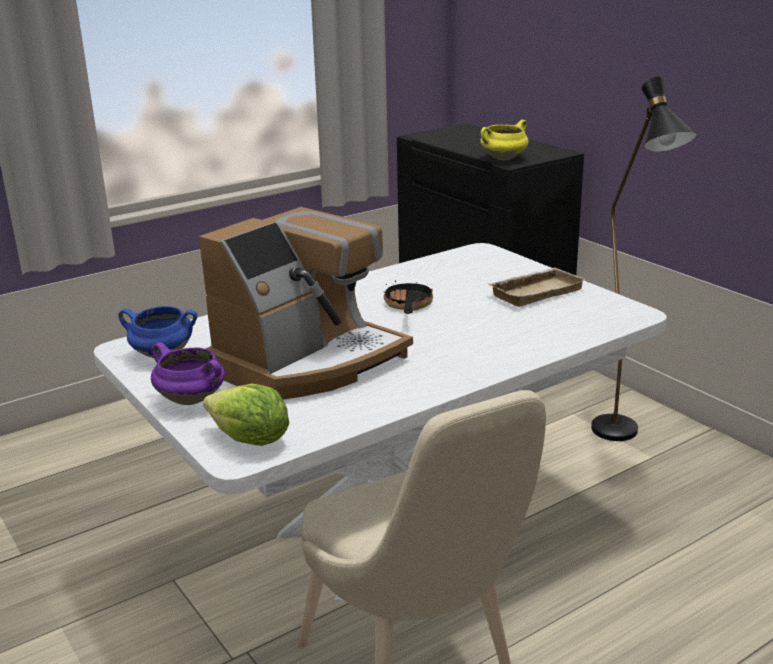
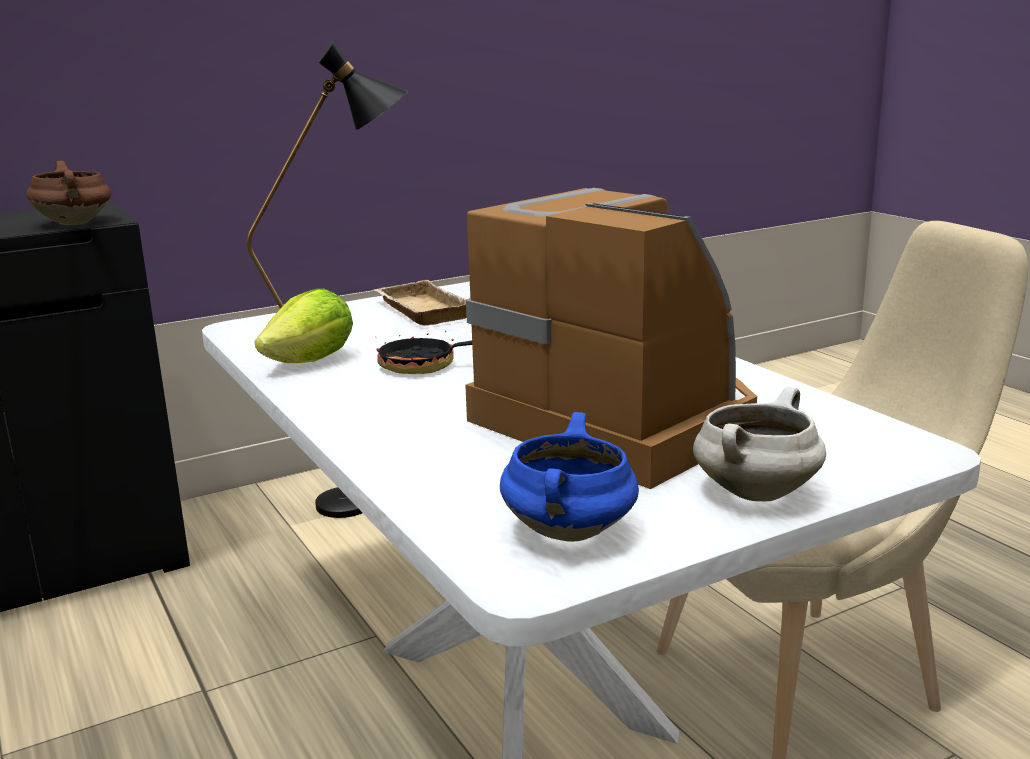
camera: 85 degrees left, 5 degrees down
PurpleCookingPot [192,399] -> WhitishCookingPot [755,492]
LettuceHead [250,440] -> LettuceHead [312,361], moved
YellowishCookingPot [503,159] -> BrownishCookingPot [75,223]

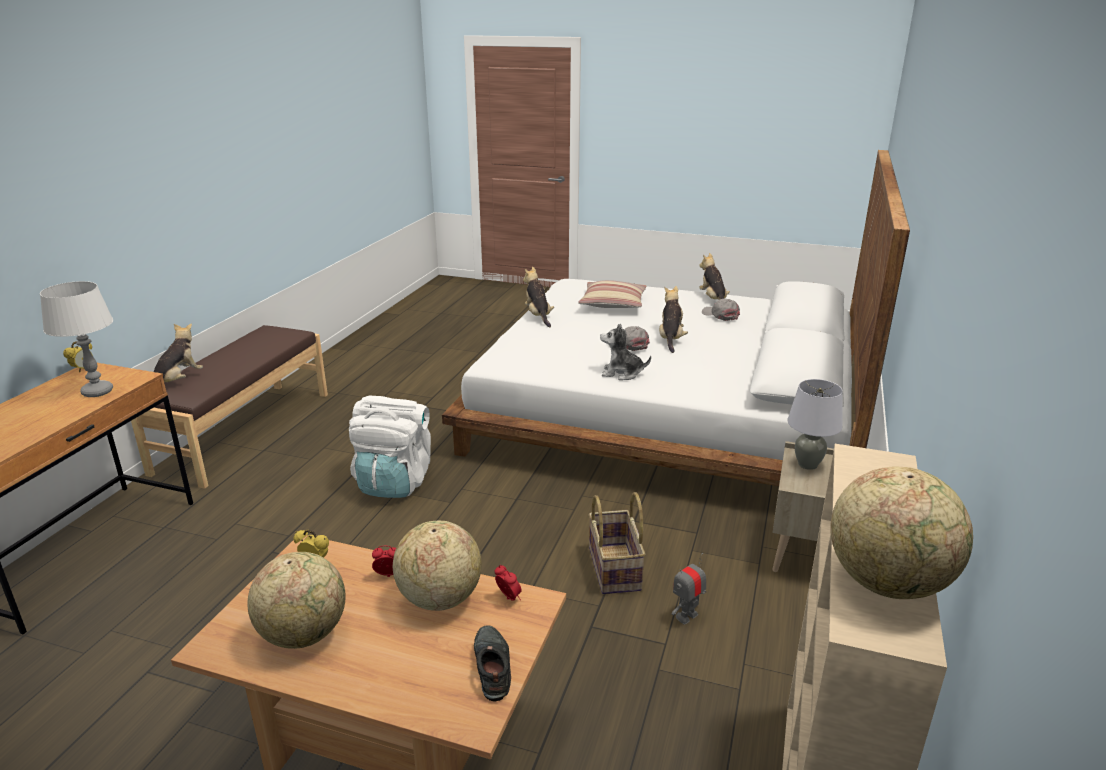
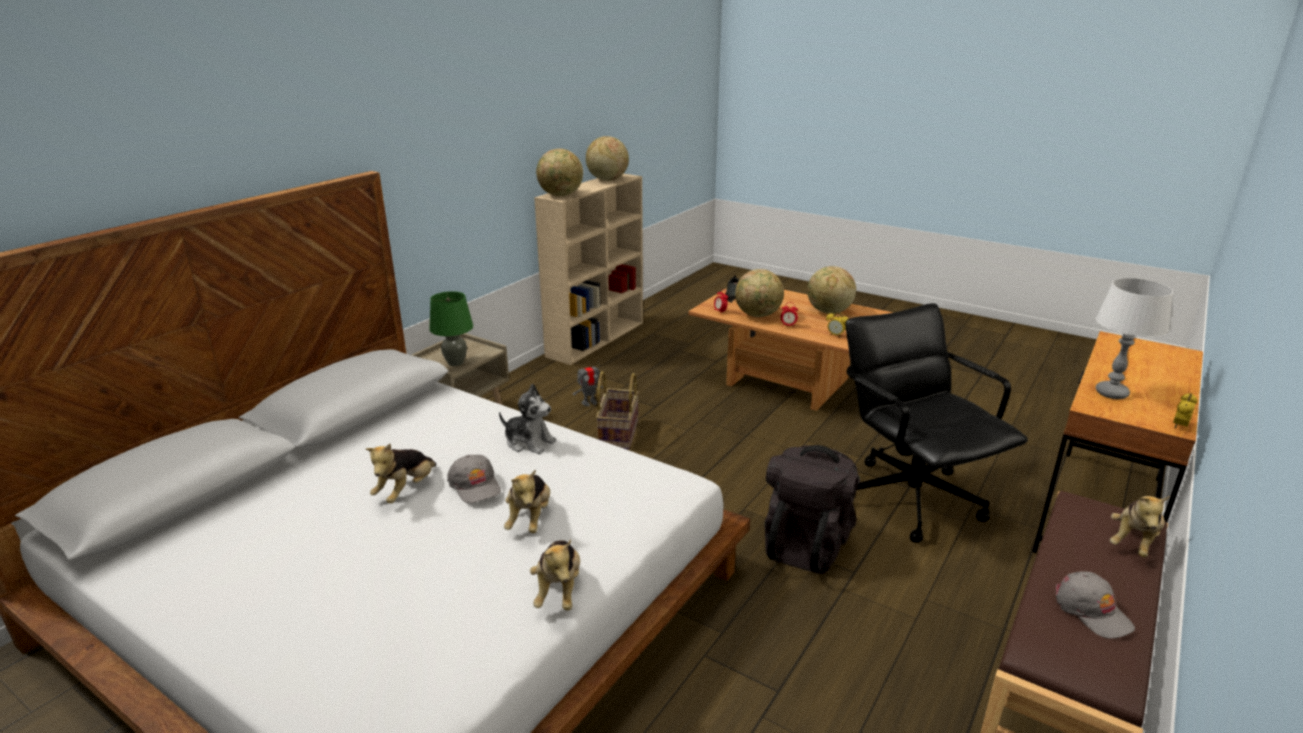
camera: 165 degrees left, 0 degrees up
WhitishRucksack [394,481] -> BlackRucksack [806,544]
ThrowPillow [613,303] -> none
PlushToy [713,300] -> PlushToy [530,519], moved
GrayCap [720,315] -> GrayCap [1091,611], moved
GrayLampForATable [807,464] -> GreenLampForATable [455,363]
none -> Globe [561,195]
none -> BlackComputerChair [911,498]

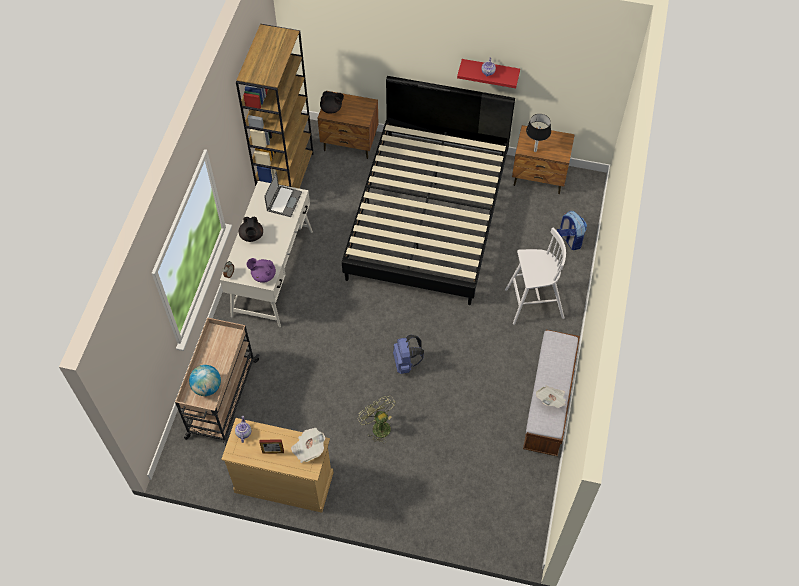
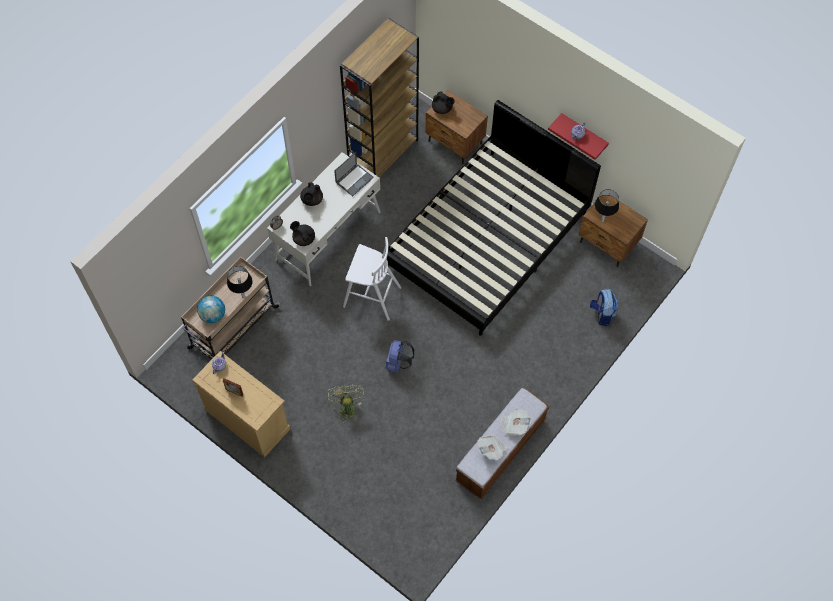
camera: 25 degrees right, 5 degrees up
PurpleTeaPot [263,275] -> BlackTeaPot [303,238]
DailyPaper [308,449] -> DailyPaper [514,425], moved
WhitishStoolSeat [533,304] -> WhitishStoolSeat [371,297], moved
none -> BlackLampForATable [243,296]

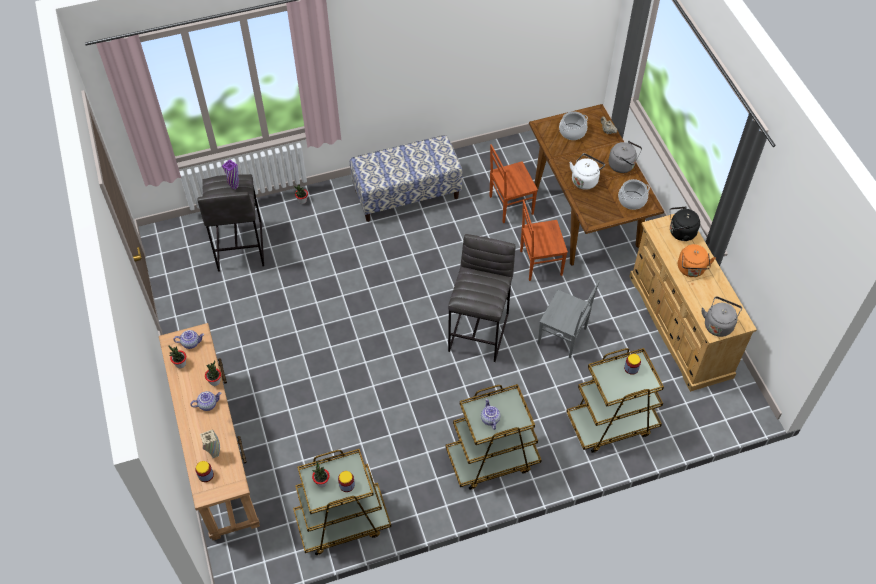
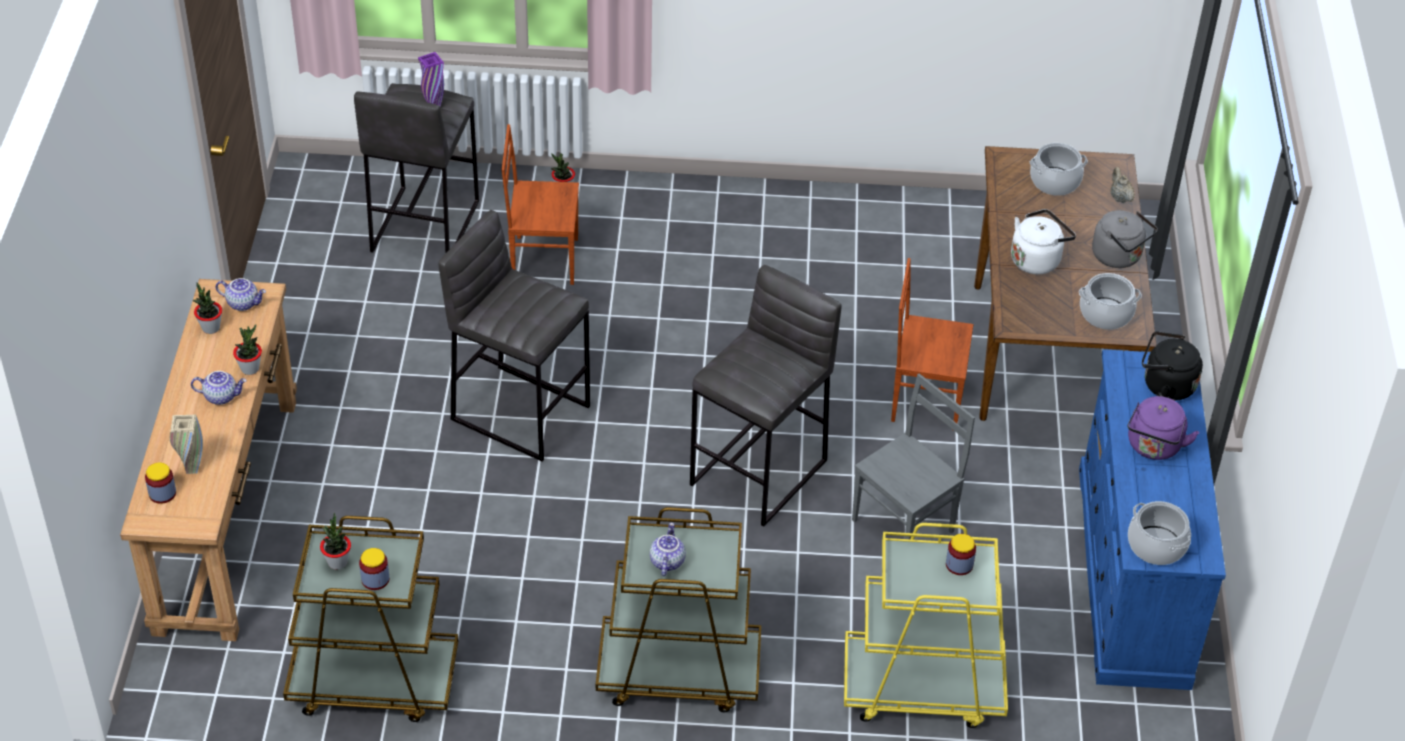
camera: 20 degrees right, 10 degrees down
LongSeat [407,194] -> none
BrownishChair [510,205] -> BrownishChair [543,259], moved
GrayChair [562,337] -> GrayChair [905,525], 90 degrees counterclockwise
BrownishTrolley [611,423] -> YellowishTrolley [922,687]
BeigeDresser [680,326] -> BlueColouredDresser [1133,576]
OrangeColouredWaterKettle [691,270] -> PurpleWaterKettle [1153,447]
GrayWaterKettle [718,324] -> CookingPot [1157,545]
none -> GrayStoolSeat [520,411]

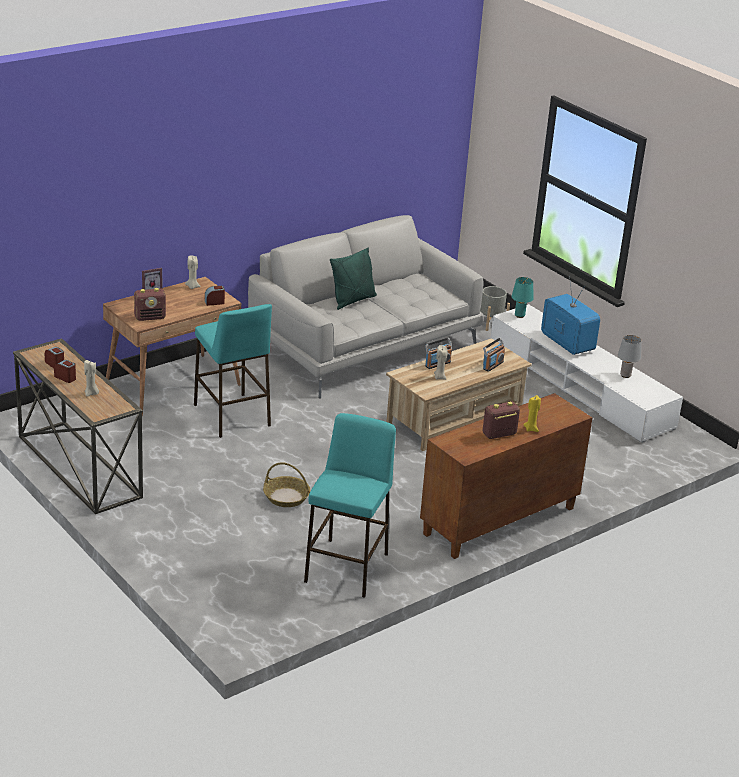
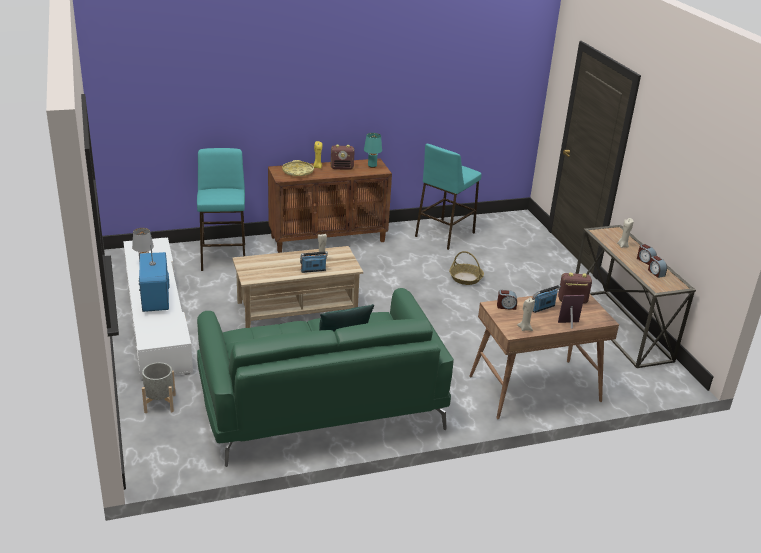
camera: 160 degrees left, 0 degrees up
TurquoiseStoolSeat [232,415] -> TurquoiseStoolSeat [223,257], moved
GrayCouch [364,343] -> GreenCouch [319,403]
RadioReceiver [492,365] -> RadioReceiver [542,308], moved
TurquoiseLampForATable [520,315] -> TurquoiseLampForATable [372,166], moved
none -> YellowishServingTray [297,172]

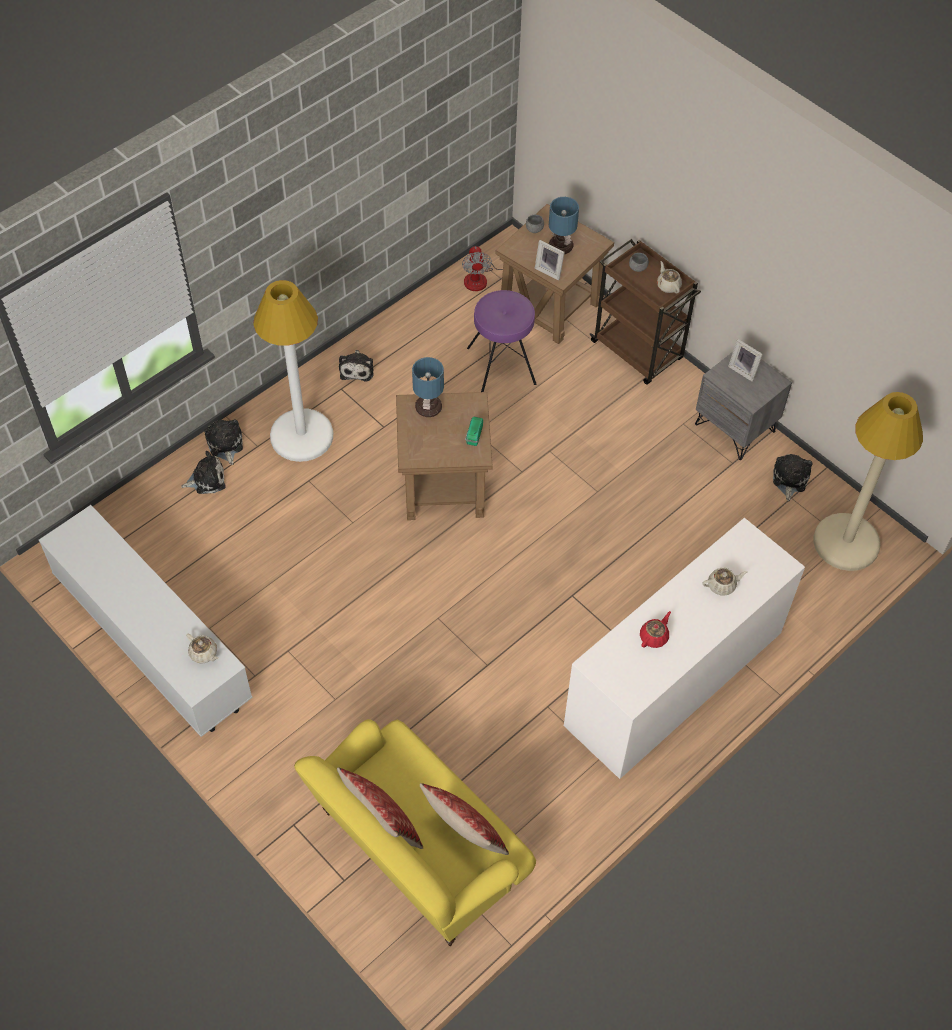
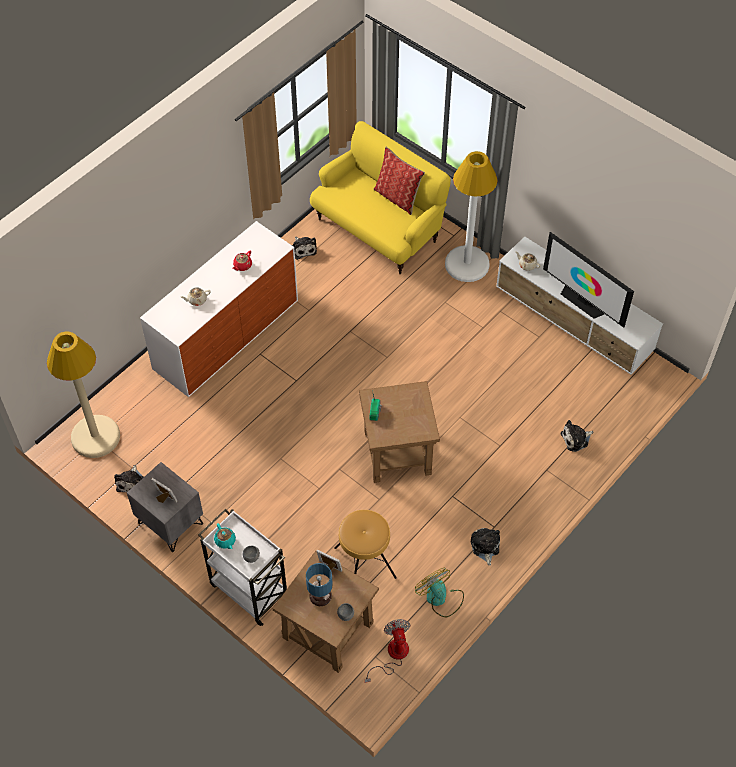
camera: 175 degrees right, 0 degrees up
PlushToy [225,445] -> PlushToy [303,249], moved
WhitishStandingLamp [302,436] -> WhitishStandingLamp [467,264], moved
LampForATable [428,407] -> none
ThrowPillow [465,835] -> none
PurpleStoolSeat [502,365] -> BrownishStoolSeat [364,563]
BrownishTrolley [638,351] -> WhitishTrolley [248,589]
BeigeTeaPot [668,285] -> TurquoiseTeaPot [225,541]
none -> Fan [440,598]
none -> Tv [583,301]

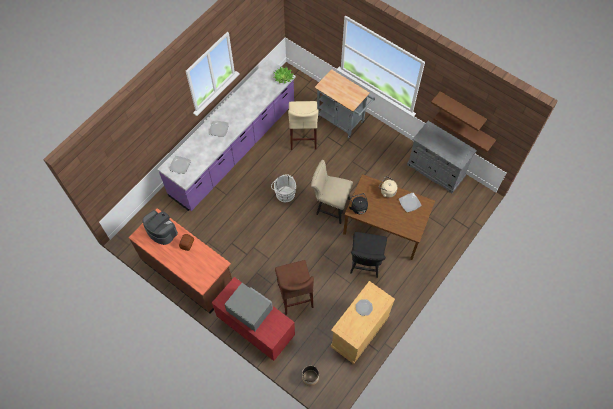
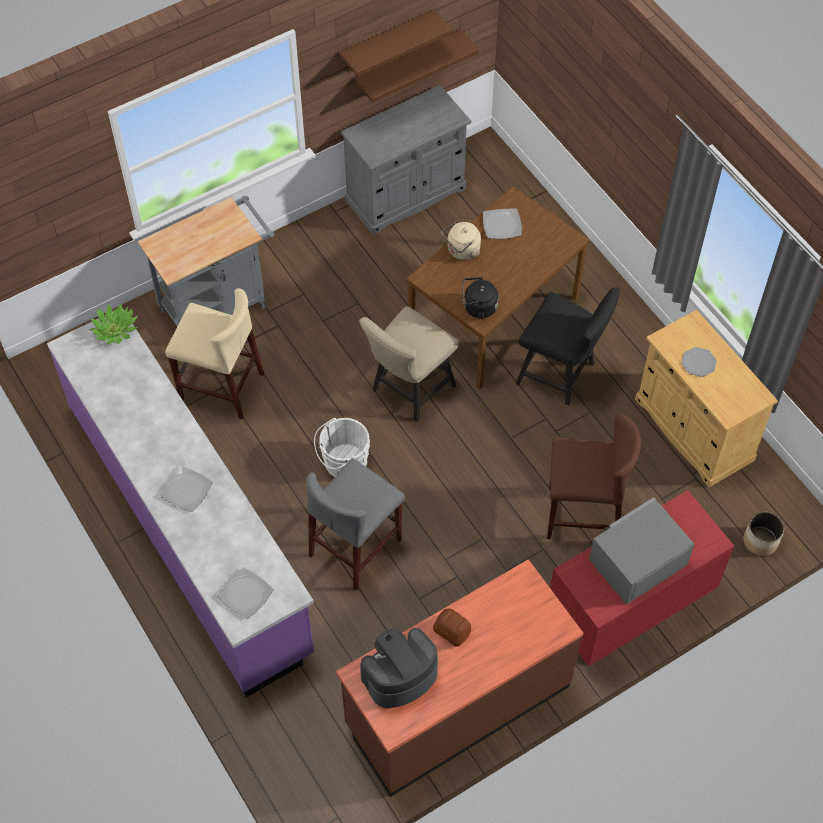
camera: 70 degrees left, 5 degrees down
none -> GrayStoolSeat [356,547]

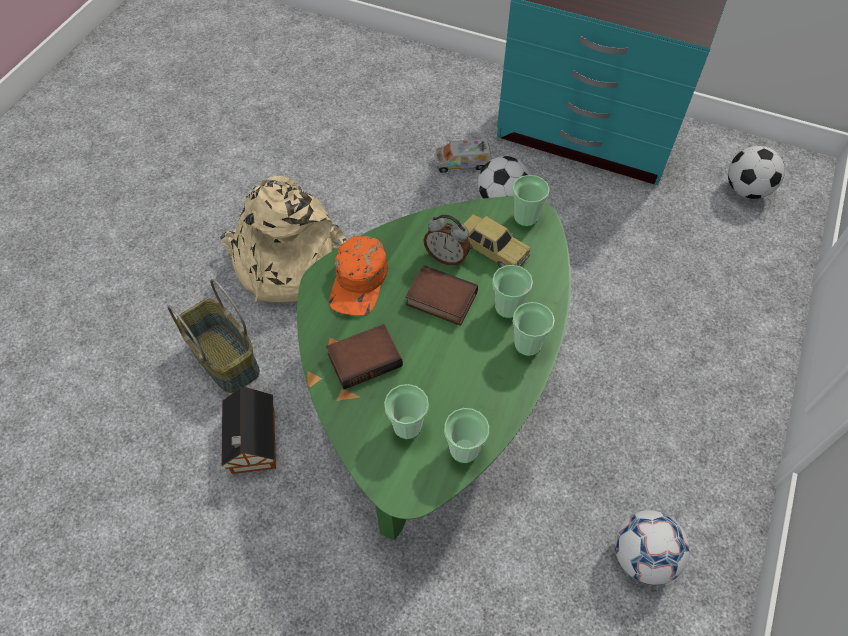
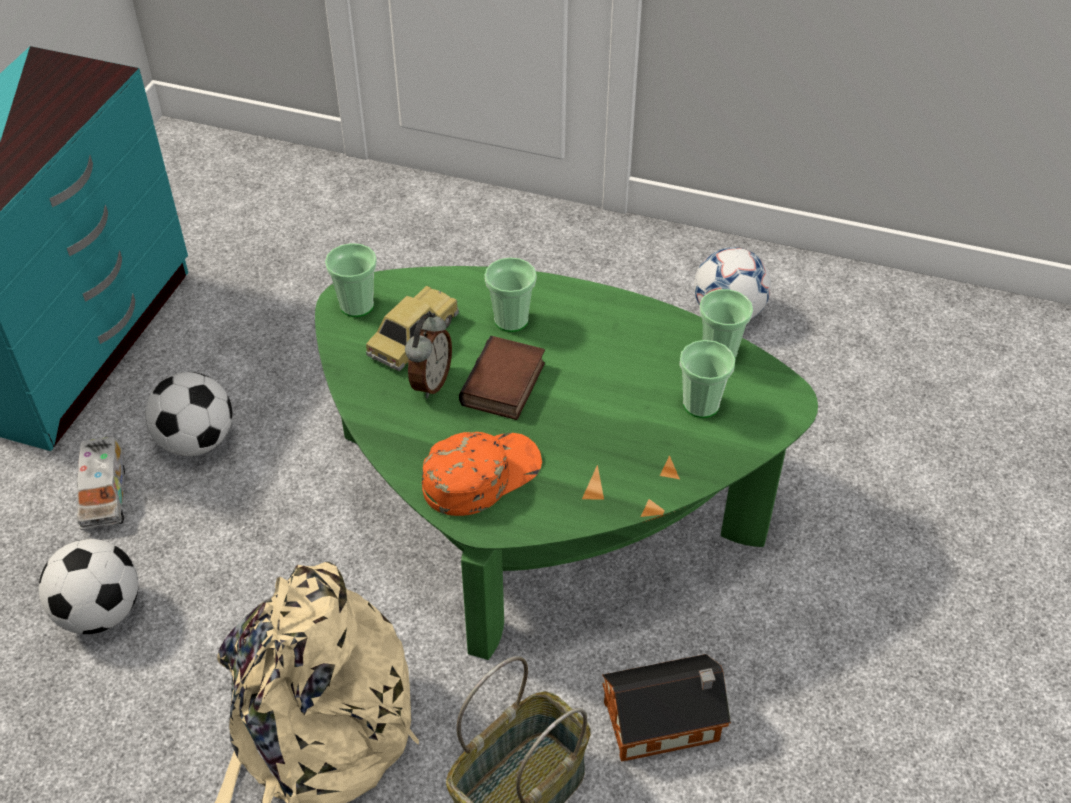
camera: 95 degrees left, 10 degrees down
Volume [365,358] -> none
OrangeColouredCap [359,281] -> OrangeColouredCap [481,475], 45 degrees counterclockwise
Cup [527,345] -> none
Football [746,190] -> Football [100,612], moved

